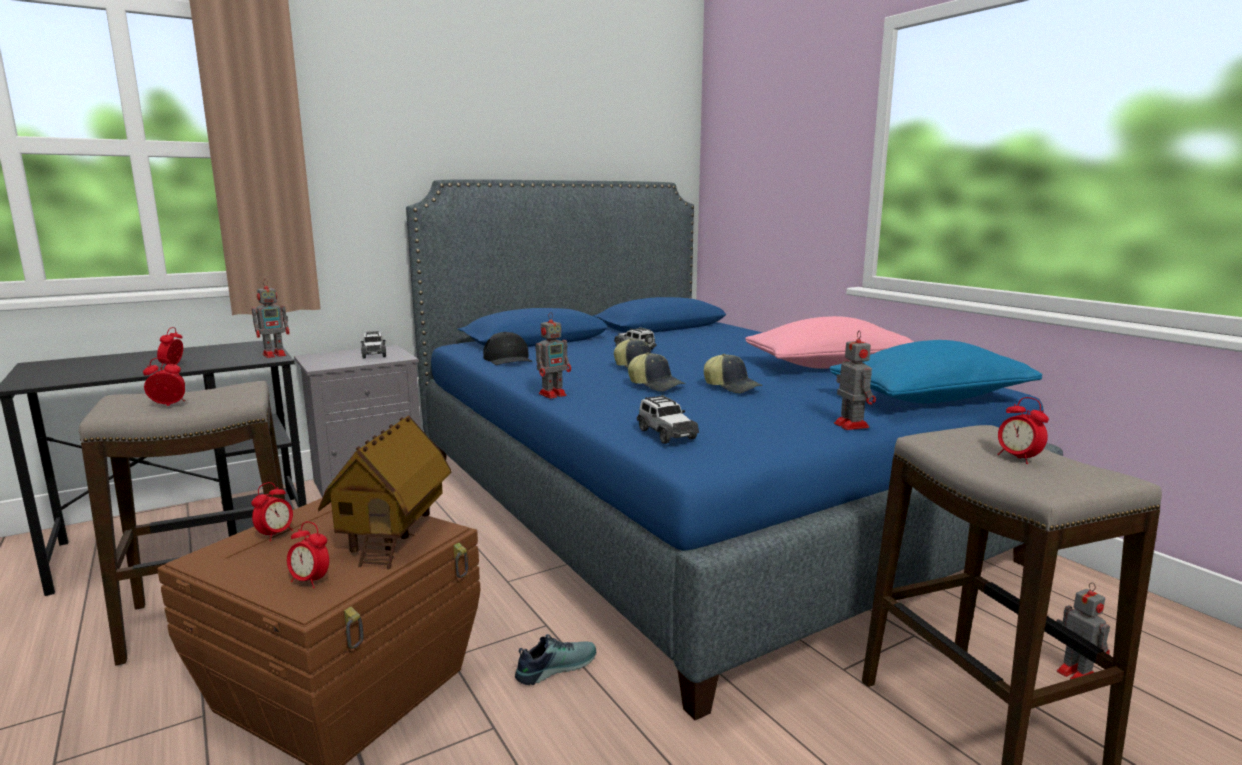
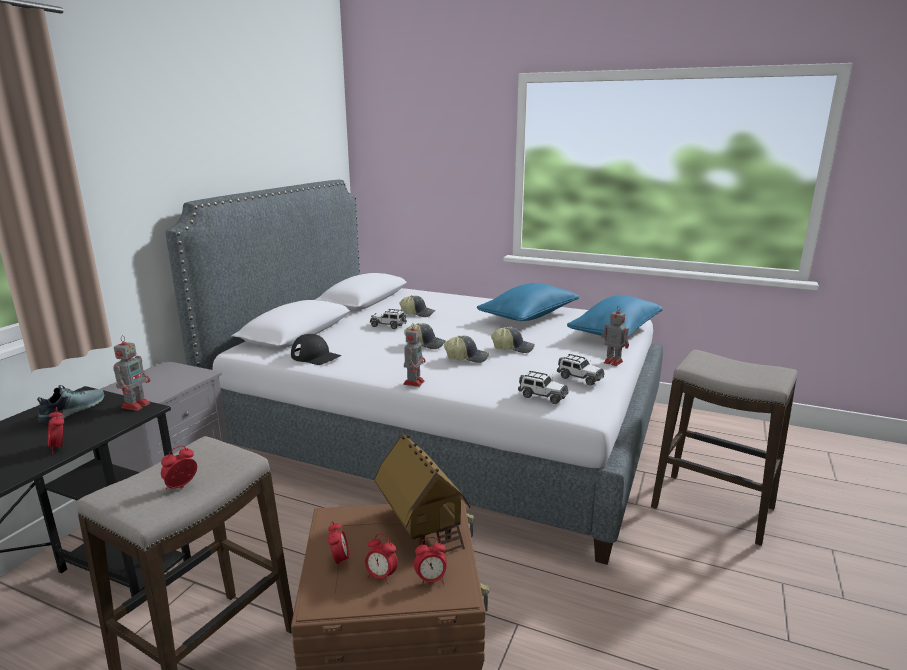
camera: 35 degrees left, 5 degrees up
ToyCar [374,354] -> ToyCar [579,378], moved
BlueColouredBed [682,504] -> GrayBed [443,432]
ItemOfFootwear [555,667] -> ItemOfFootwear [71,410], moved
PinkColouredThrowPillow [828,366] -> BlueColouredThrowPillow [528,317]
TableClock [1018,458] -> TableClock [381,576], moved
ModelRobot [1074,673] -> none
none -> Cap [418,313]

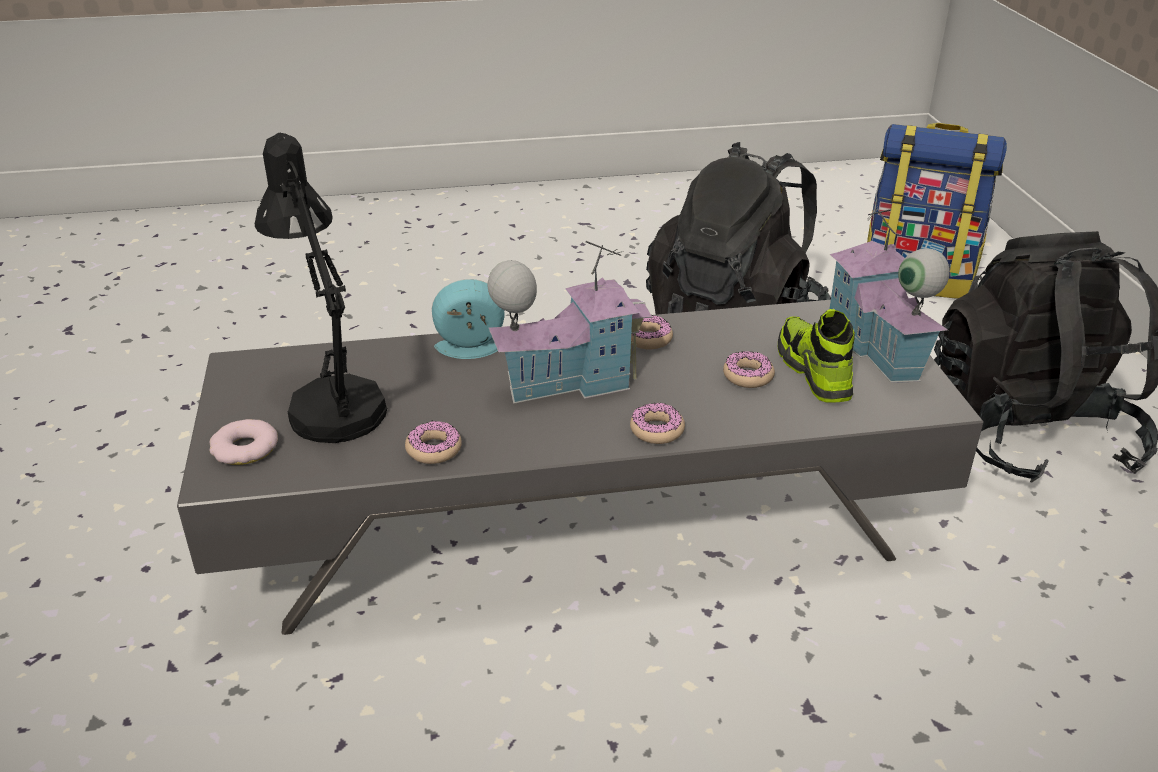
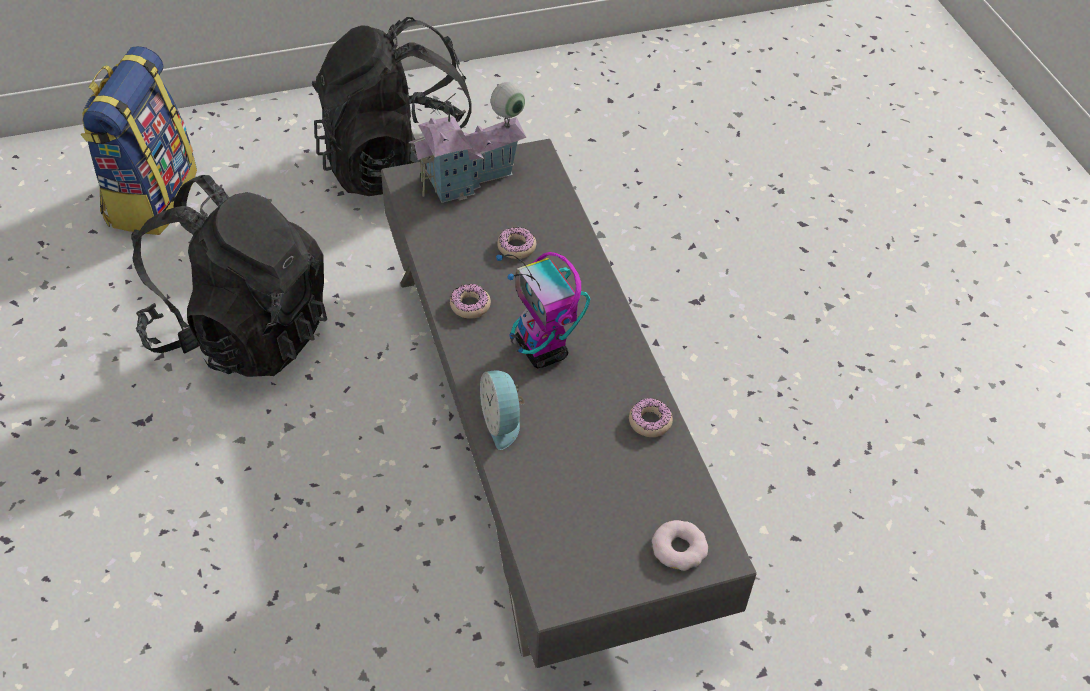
camera: 100 degrees left, 15 degrees up
BlackLampForATable [332,402] -> none
MiniatureHouse [569,381] -> ModelRobot [542,350]
Doughnut [657,430] -> none
ItemOfFootwear [813,371] -> none

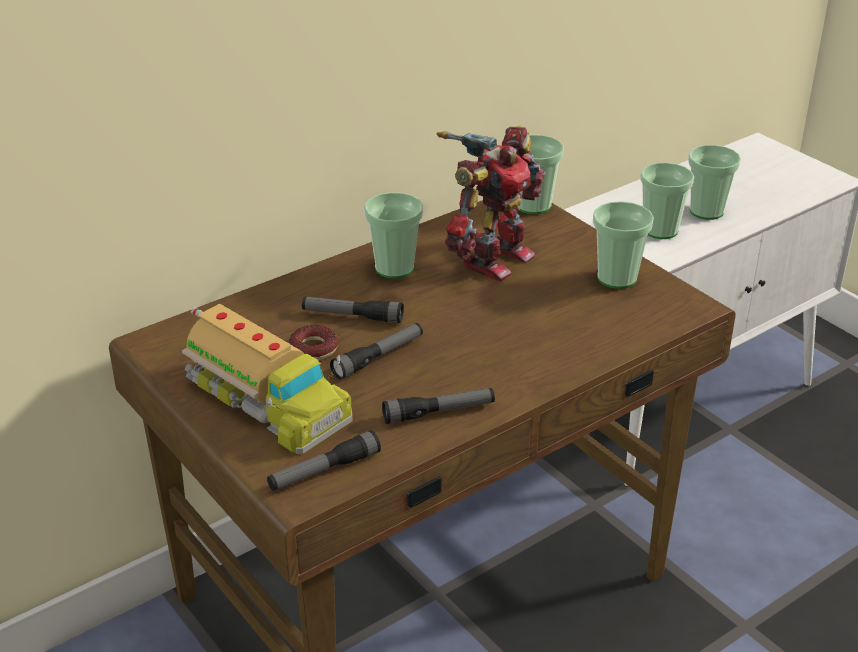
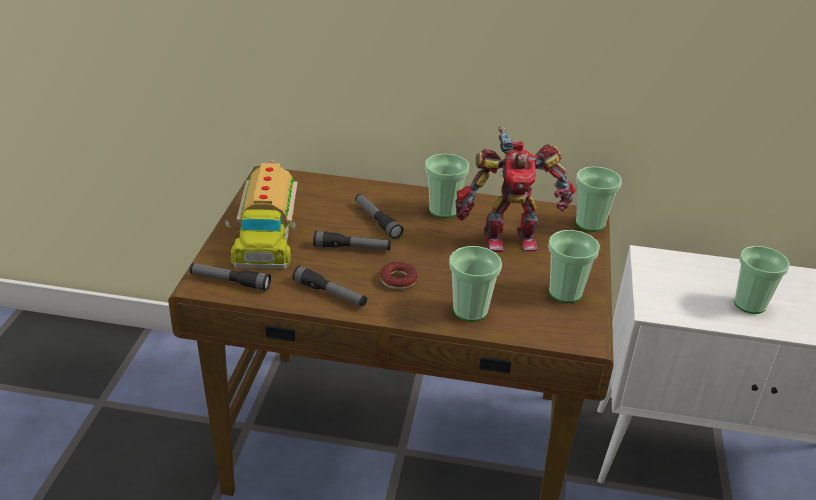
camera: 45 degrees right, 0 degrees up
Doughnut [313,348] -> Doughnut [398,280], moved
Cup [660,230] -> Cup [470,311], moved

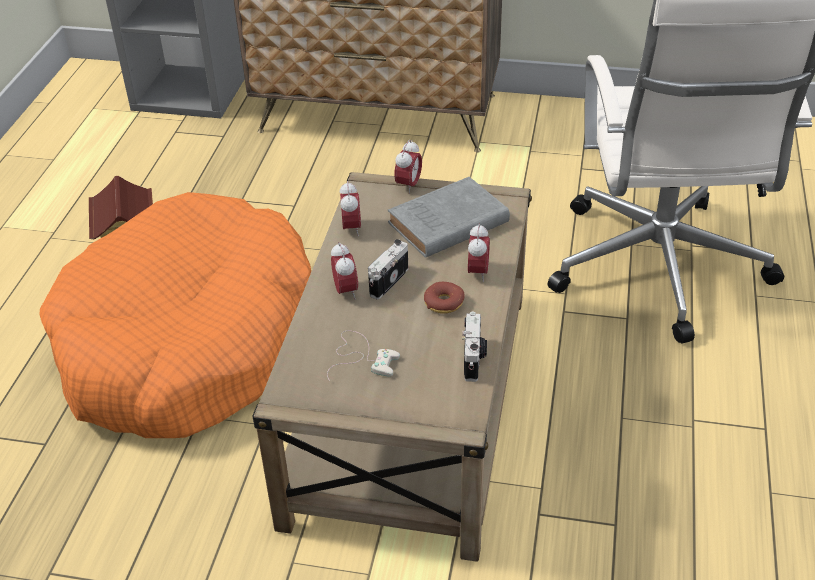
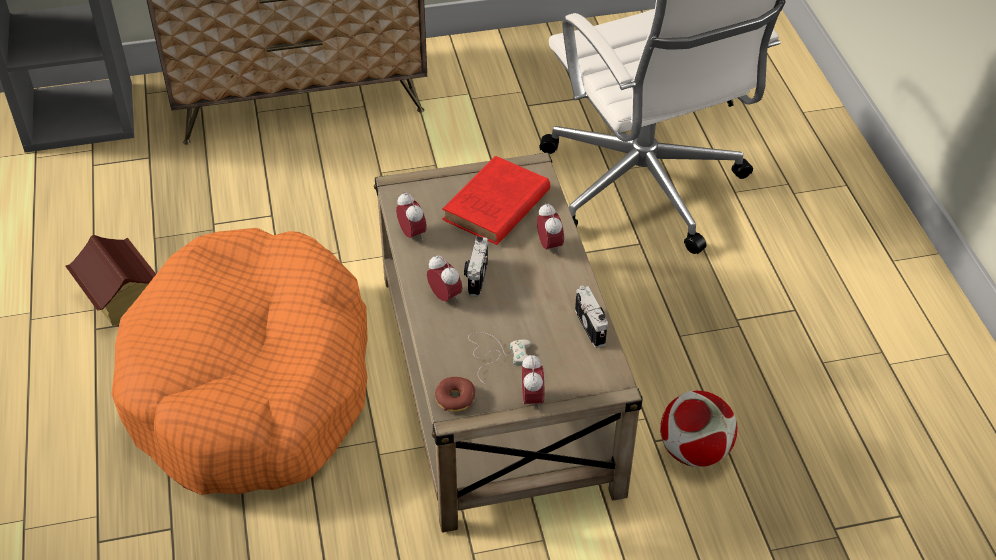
camera: 25 degrees left, 5 degrees up
GrayVolume [445,224] -> RedVolume [495,207]
TableClock [408,185] -> TableClock [532,399], moved
Doughnut [443,303] -> Doughnut [455,399], moved
none -> Football [694,451]

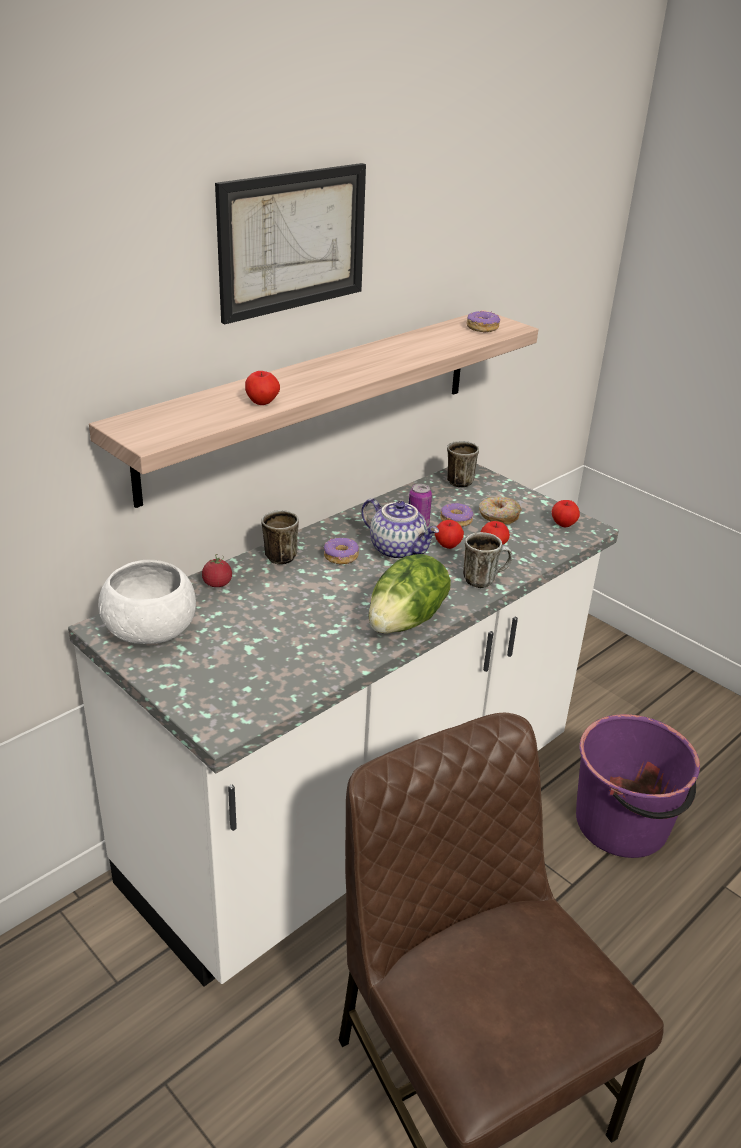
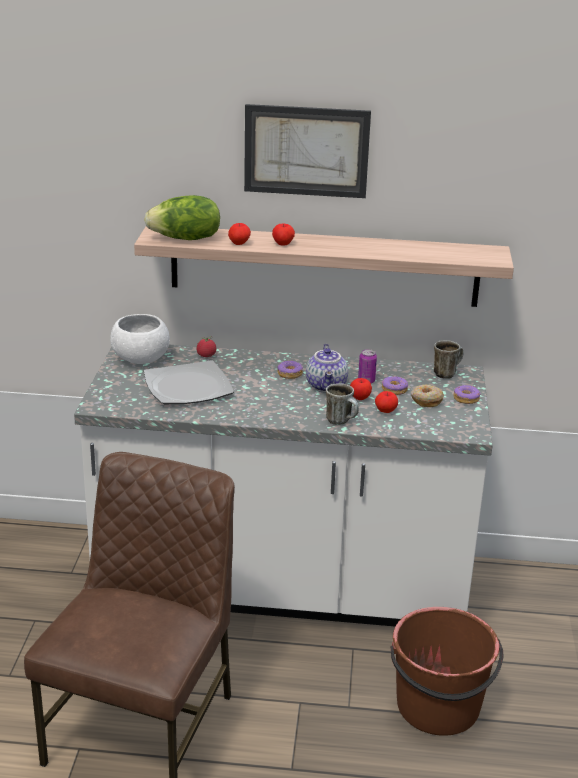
camera: 50 degrees right, 5 degrees down
CoffeeMug [276,555] -> none
LettuceHead [407,621] -> LettuceHead [186,239], moved
Doughnut [482,328] -> Doughnut [466,399], moved
WholeApple [563,524] -> WholeApple [283,244], moved
PurpleWaterBucket [623,824] -> BrownishWaterBucket [438,707]
none -> DinnerPlate [187,387]

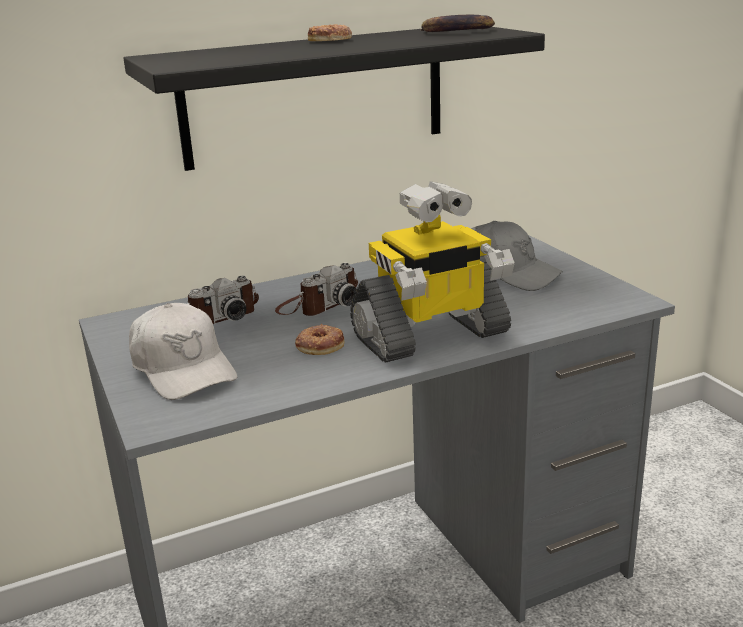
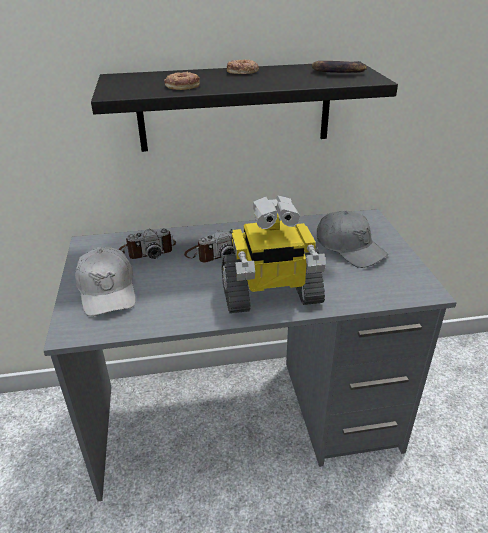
camera: 15 degrees right, 10 degrees up
Doughnut [320,345] -> Doughnut [182,85], moved

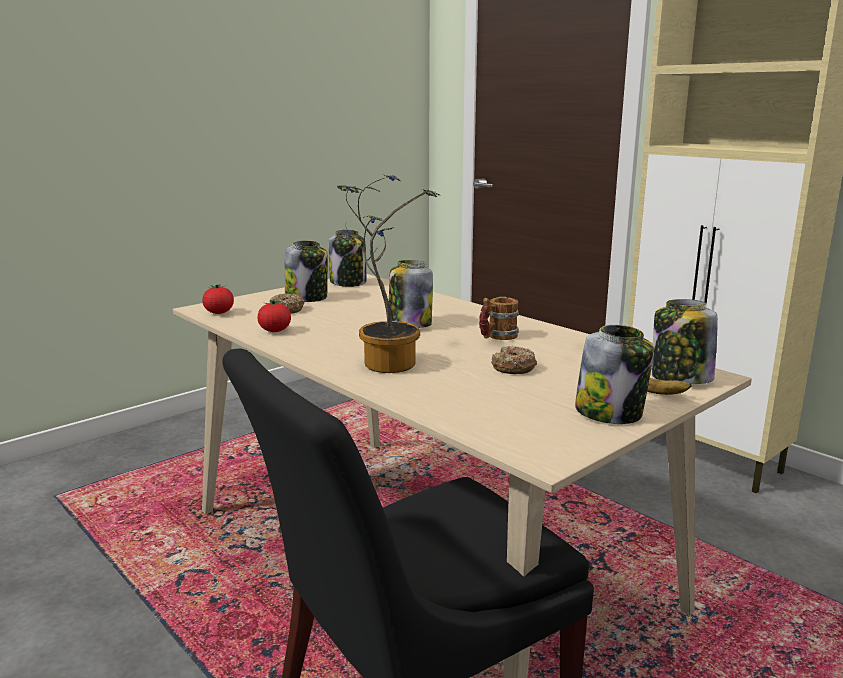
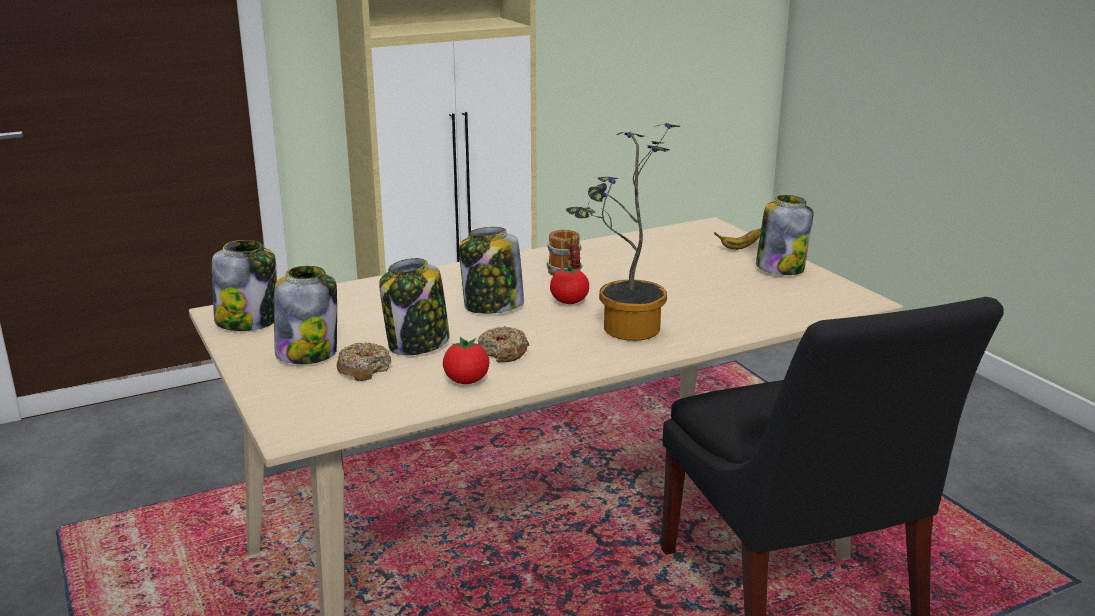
camera: 75 degrees left, 5 degrees up
Tomato [219,313] -> Tomato [569,302], moved
Doughnut [513,368] -> Doughnut [503,353], moved
StorageJar [680,378] -> StorageJar [417,344], moved

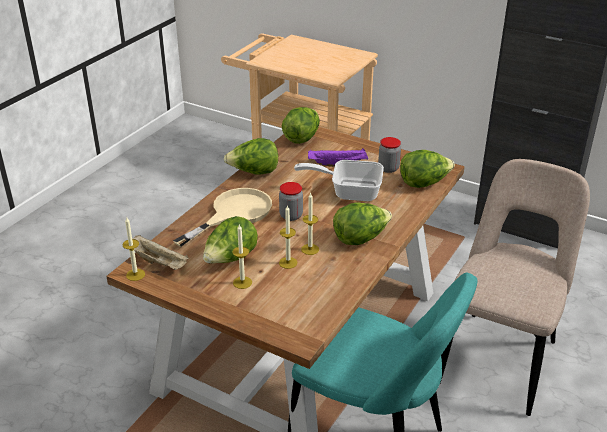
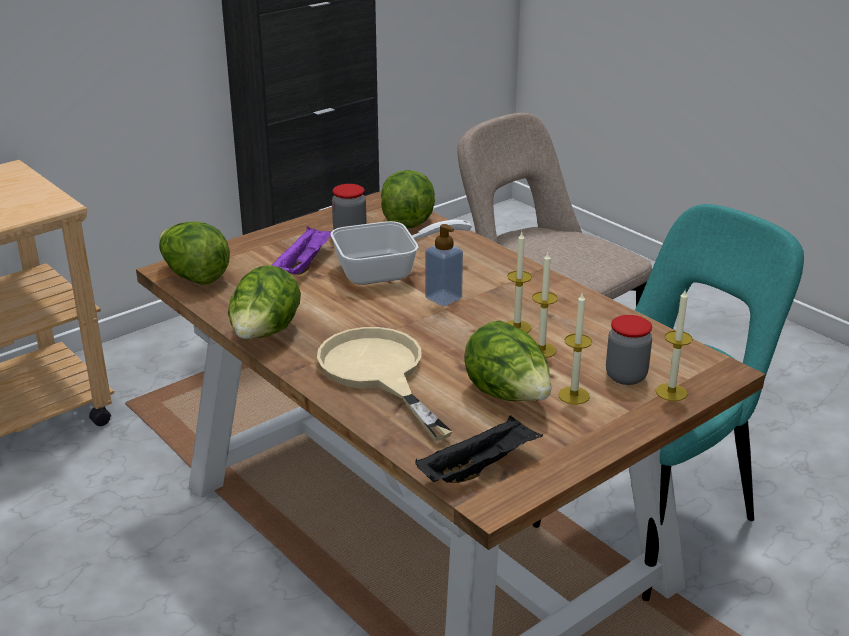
camera: 70 degrees left, 5 degrees down
WaxLight [135,275] -> WaxLight [671,392], moved
BeigeServingTray [159,262] -> BlackServingTray [478,468]
StorageJar [291,216] -> StorageJar [626,376], moved
FryingPan [349,191] -> FryingPan [387,271], 135 degrees counterclockwise
LettuceHead [360,238] -> none
none -> LiquidSoapBottle [443,298]

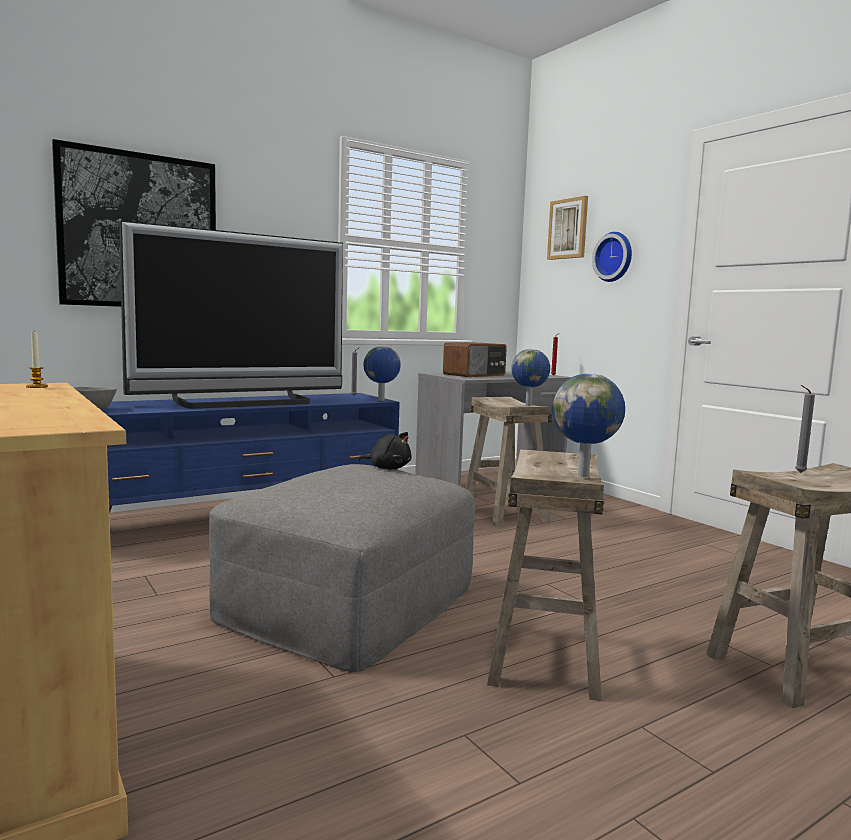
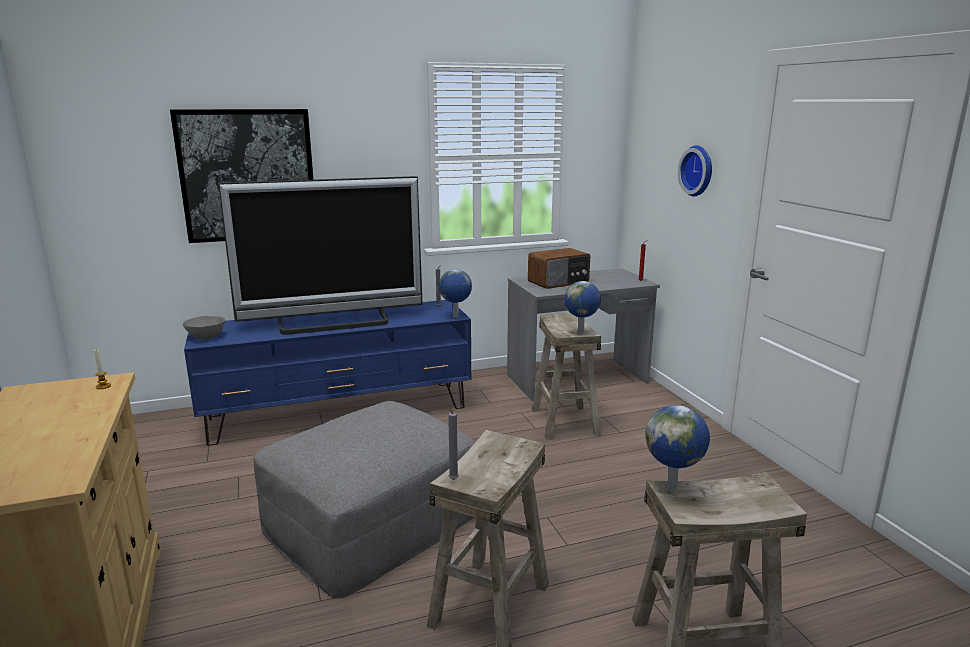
camera: 15 degrees right, 10 degrees up
BlackPlushToy [388,468] -> none
WallPicture [568,229] -> none
Globe [585,475] -> Globe [673,488], moved
GrayWaxLight [798,472] -> GrayWaxLight [452,479], moved

